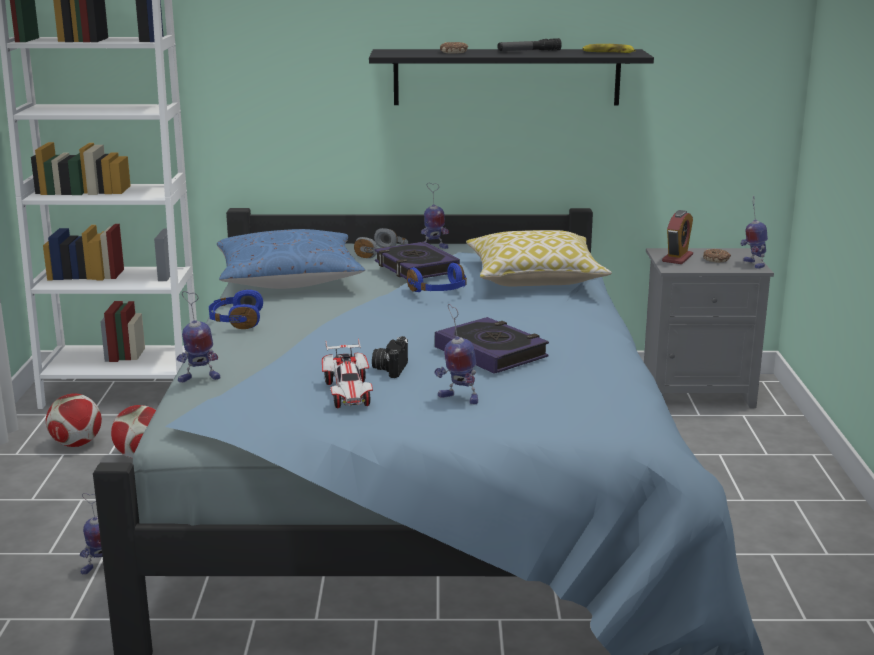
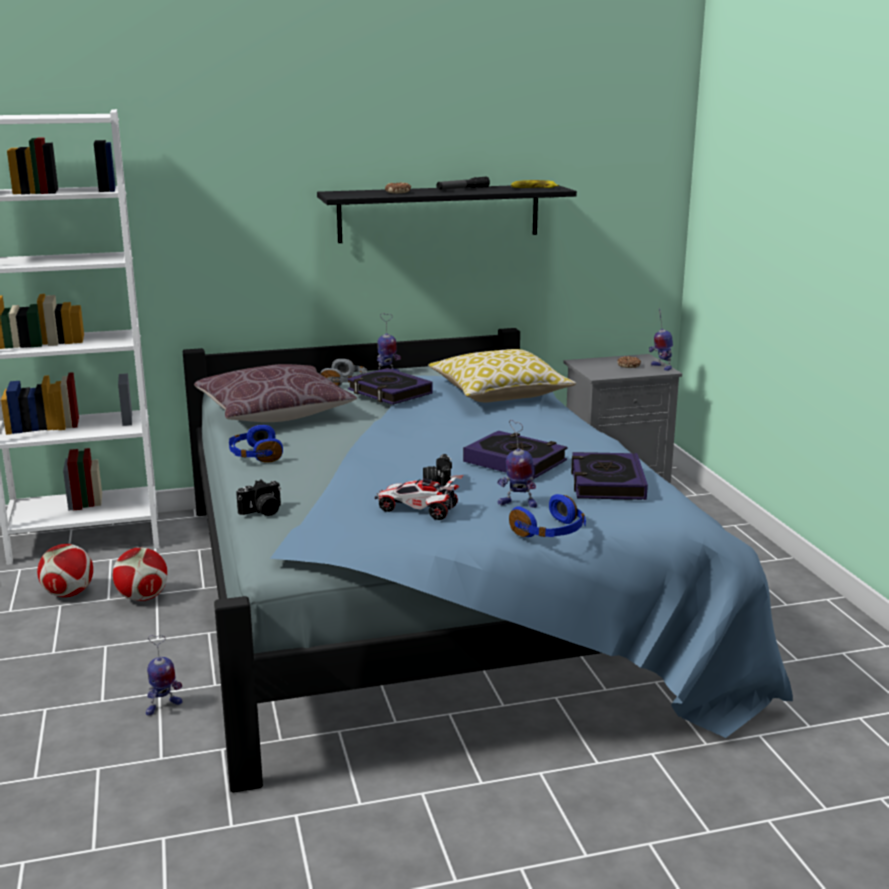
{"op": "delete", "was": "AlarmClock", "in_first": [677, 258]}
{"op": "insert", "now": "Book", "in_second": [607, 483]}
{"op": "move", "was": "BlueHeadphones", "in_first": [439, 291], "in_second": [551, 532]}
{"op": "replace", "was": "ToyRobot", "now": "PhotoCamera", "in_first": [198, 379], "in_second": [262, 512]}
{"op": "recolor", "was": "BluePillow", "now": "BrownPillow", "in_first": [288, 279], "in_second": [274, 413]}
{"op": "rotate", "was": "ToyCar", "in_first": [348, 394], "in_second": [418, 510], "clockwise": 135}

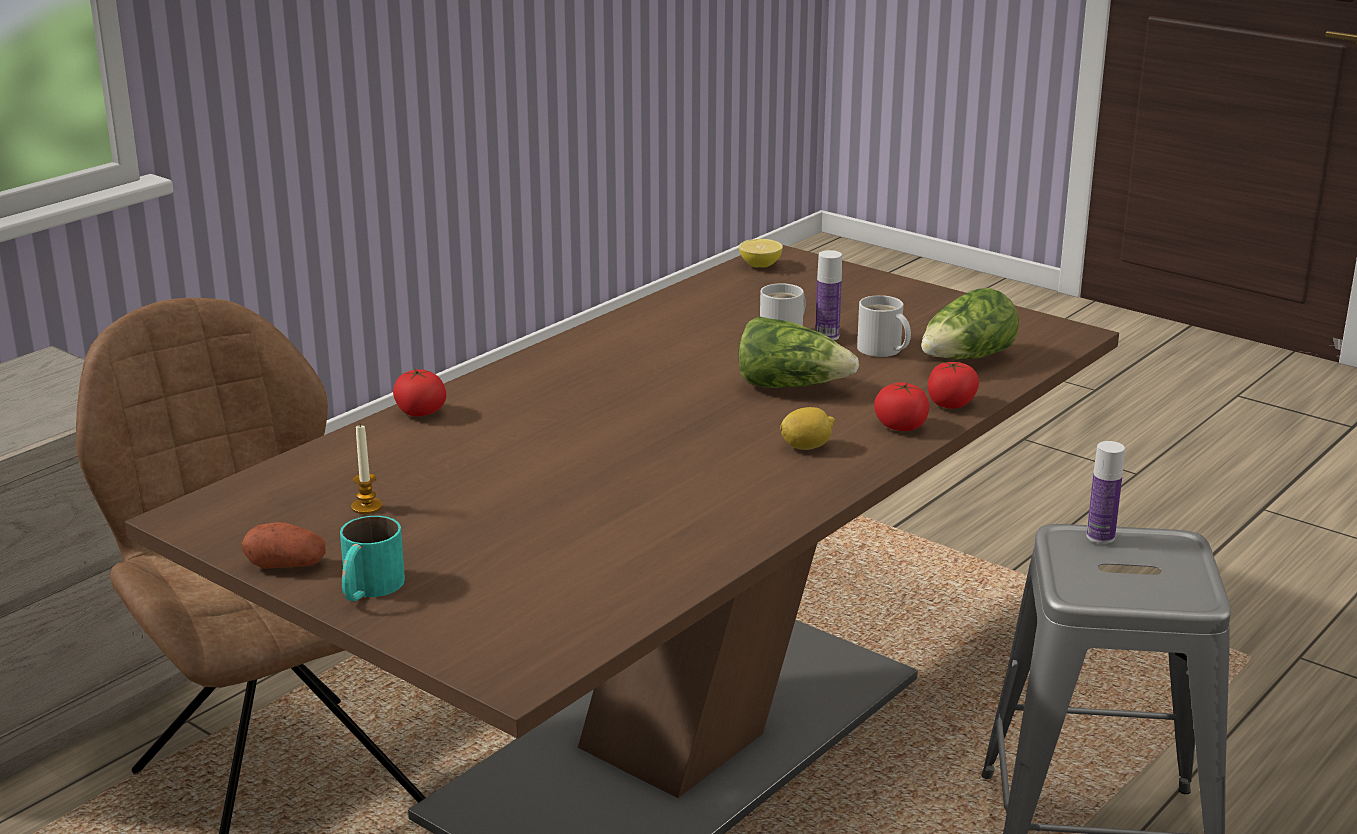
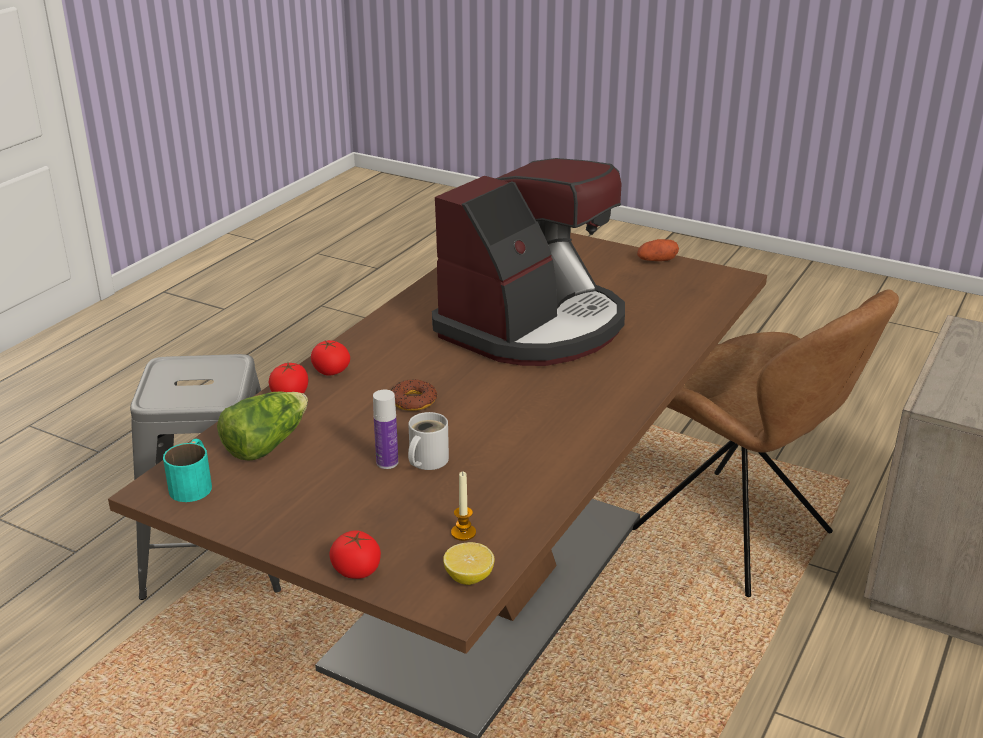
{"op": "delete", "was": "Lemon", "in_first": [806, 447]}
{"op": "delete", "was": "WhiteMug", "in_first": [881, 350]}
{"op": "delete", "was": "Bottle", "in_first": [1100, 537]}
{"op": "insert", "now": "CoffeeMachine", "in_second": [534, 326]}
{"op": "move", "was": "TurquoiseMug", "in_first": [367, 589], "in_second": [194, 483]}
{"op": "move", "was": "Candle", "in_first": [367, 507], "in_second": [463, 533]}
{"op": "move", "was": "Tomato", "in_first": [420, 412], "in_second": [357, 570]}
{"op": "replace", "was": "Lettuce", "now": "Donut", "in_first": [791, 386], "in_second": [413, 401]}

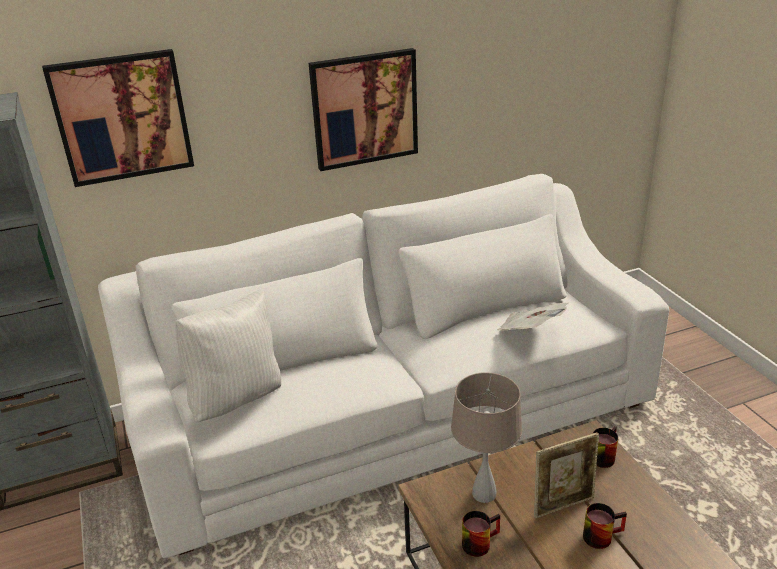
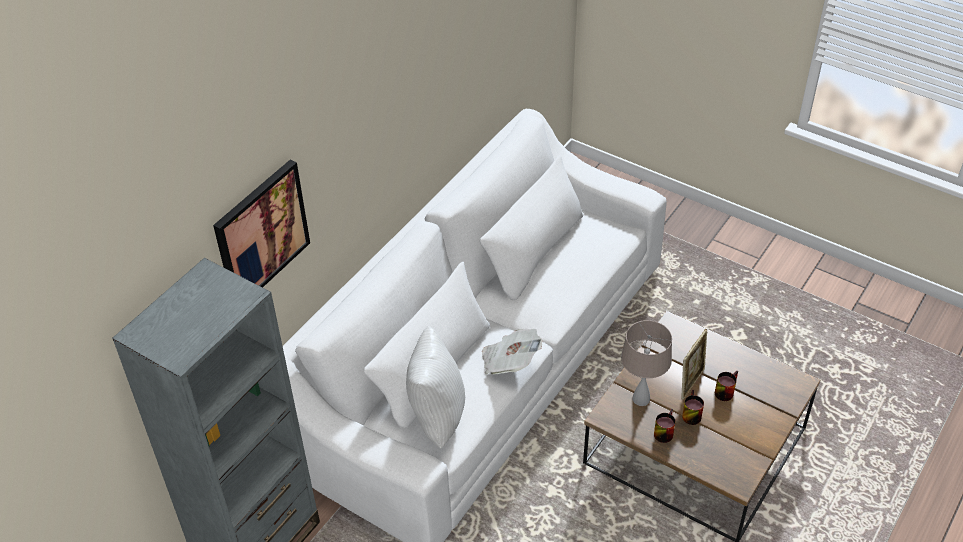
{"op": "delete", "was": "Picture", "in_first": [364, 109]}
{"op": "move", "was": "Newspaper", "in_first": [530, 332], "in_second": [509, 362]}
{"op": "move", "was": "Mug", "in_first": [602, 455], "in_second": [689, 414]}

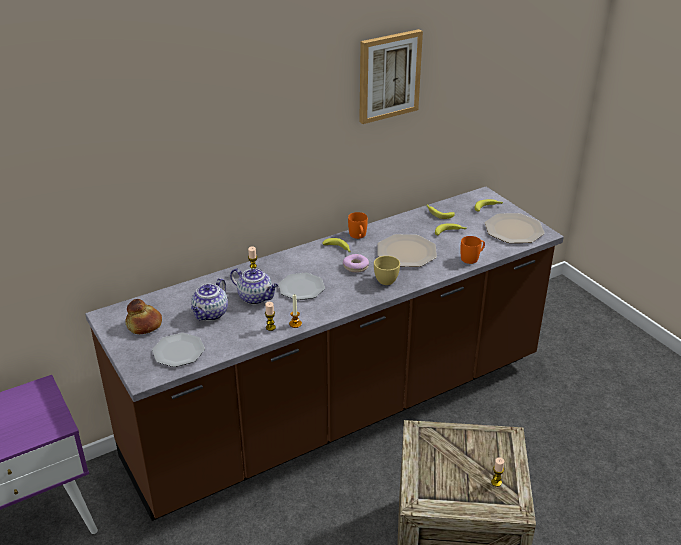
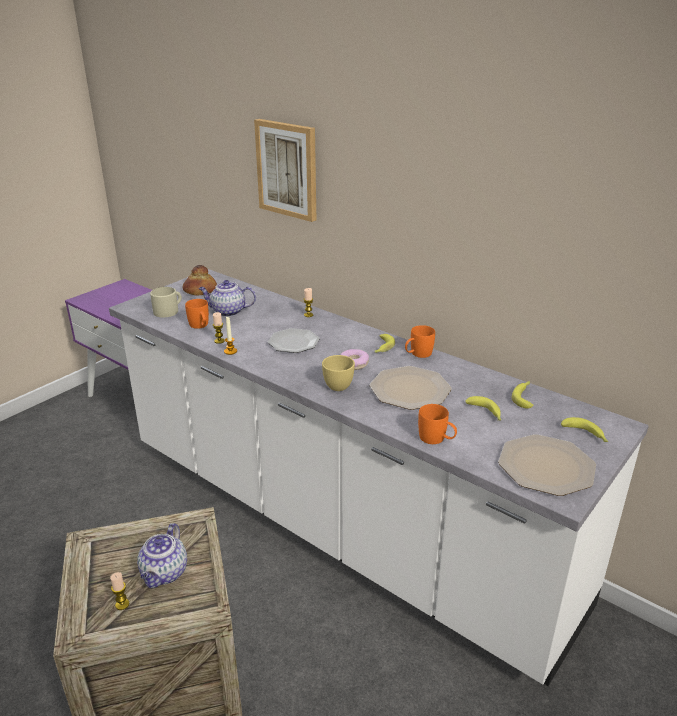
{"op": "insert", "now": "OrangeMug", "in_second": [200, 326]}
{"op": "move", "was": "Teapot", "in_first": [256, 297], "in_second": [164, 574]}
{"op": "move", "was": "Picture", "in_first": [388, 76], "in_second": [287, 169]}
{"op": "replace", "was": "Plate", "now": "BeigeMug", "in_first": [178, 351], "in_second": [168, 311]}
{"op": "recolor", "was": "BrownCounter", "now": "WhiteCounter", "in_first": [340, 410], "in_second": [338, 523]}

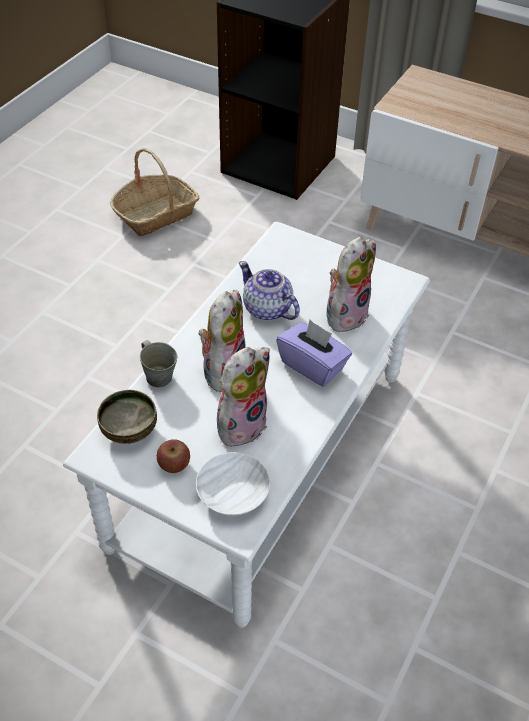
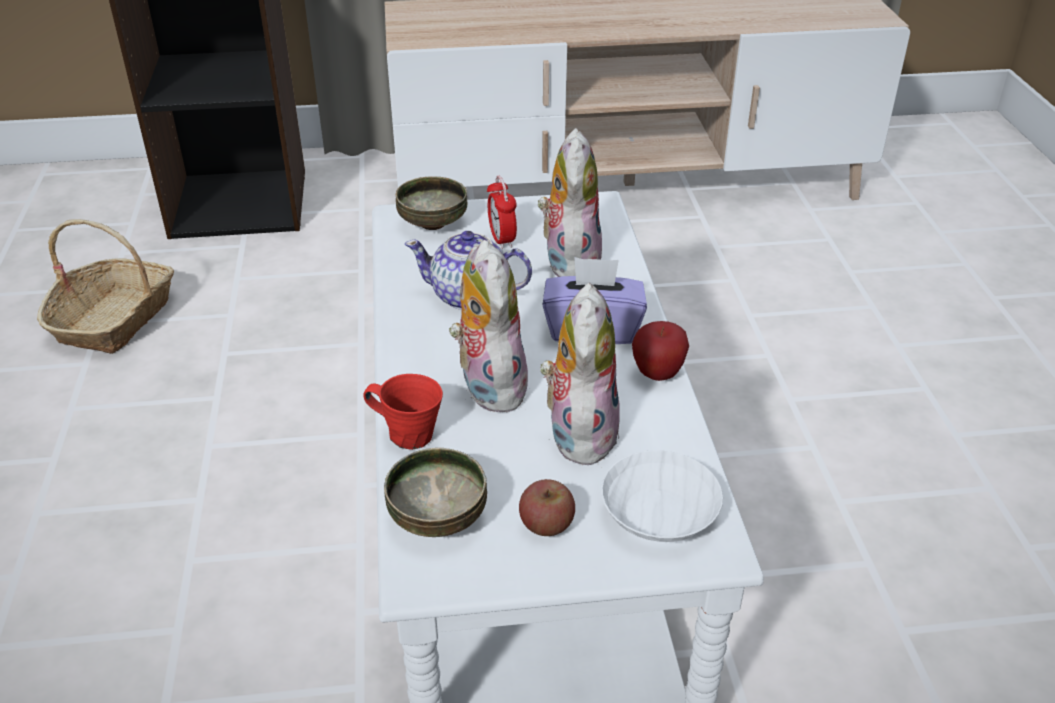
{"op": "insert", "now": "Bowl", "in_second": [432, 224]}
{"op": "insert", "now": "AlarmClock", "in_second": [502, 240]}
{"op": "insert", "now": "Apple", "in_second": [657, 374]}
{"op": "recolor", "was": "GreyMug", "now": "RedMug", "in_first": [158, 376], "in_second": [408, 434]}

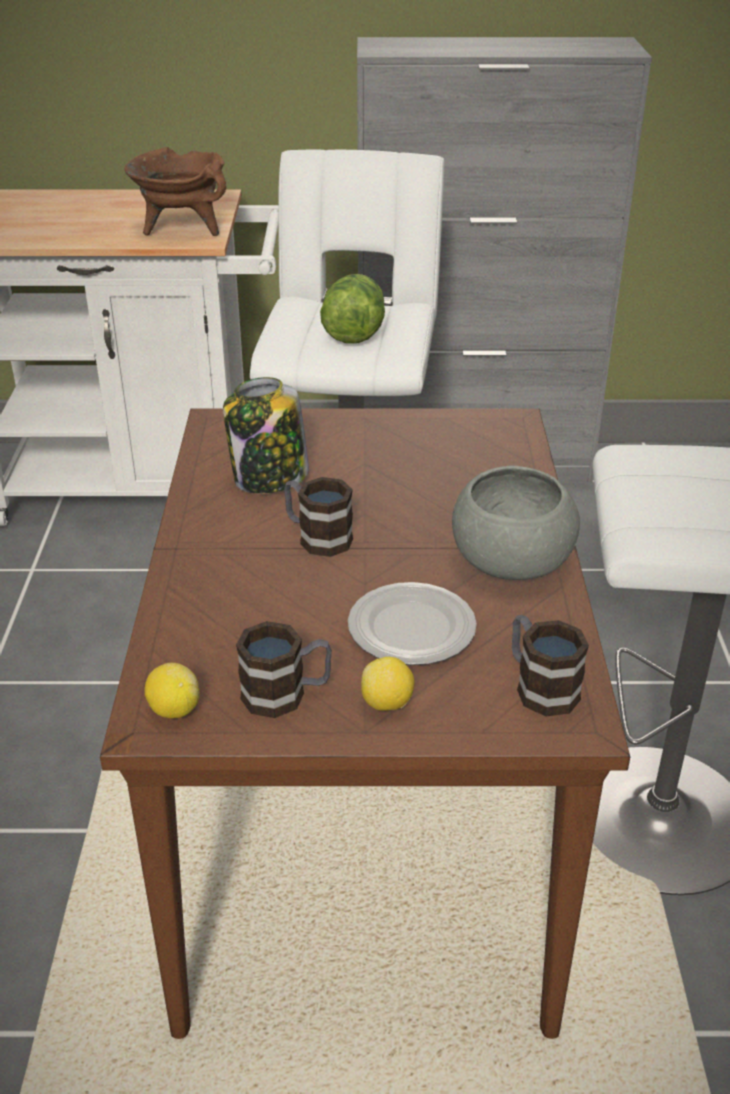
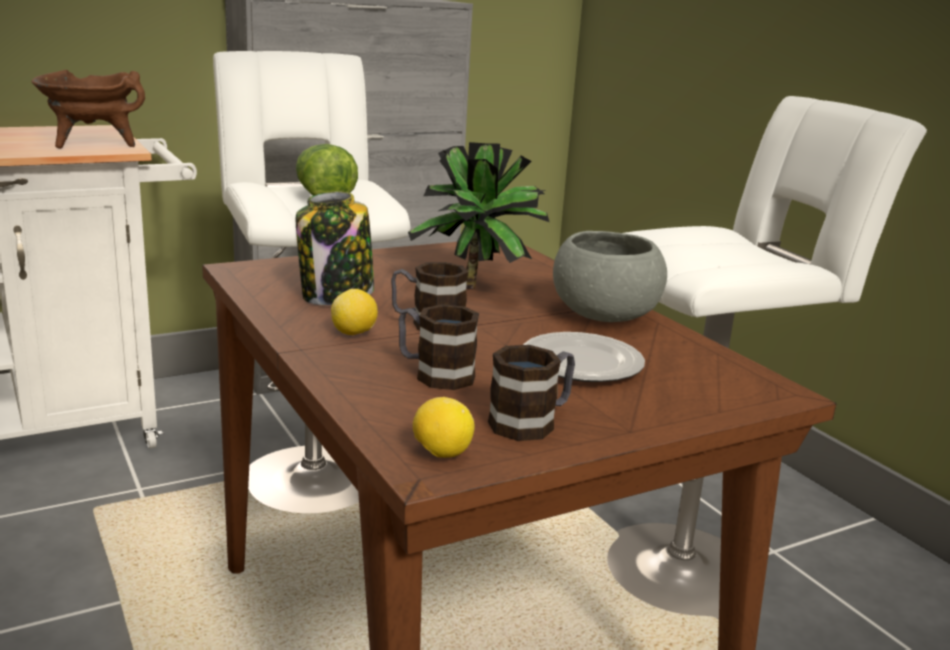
{"op": "insert", "now": "PottedPlant", "in_second": [479, 287]}
{"op": "move", "was": "Lemon", "in_first": [387, 704], "in_second": [354, 333]}
{"op": "move", "was": "Mug", "in_first": [539, 686], "in_second": [434, 374]}

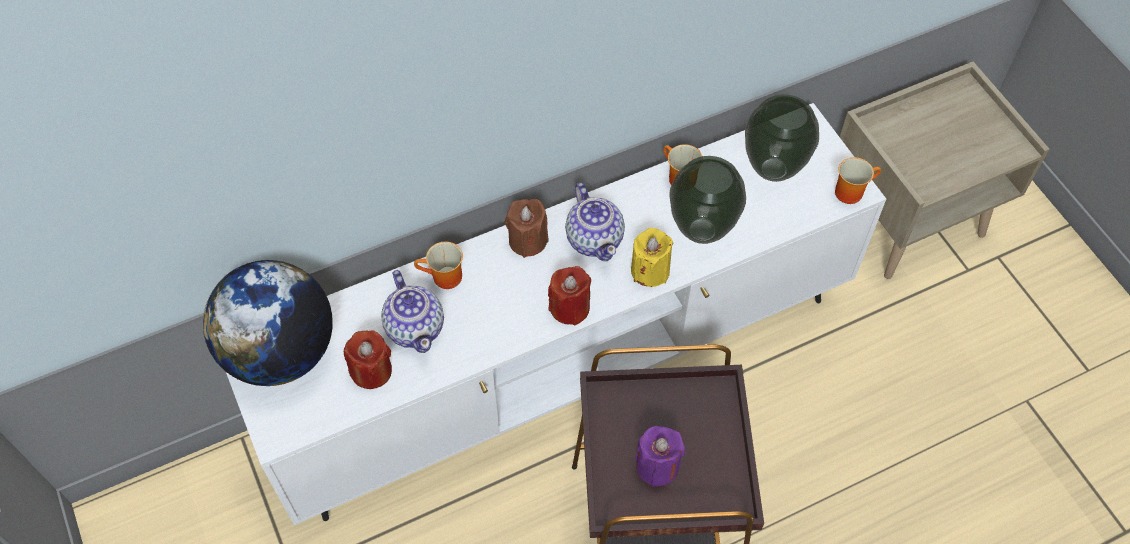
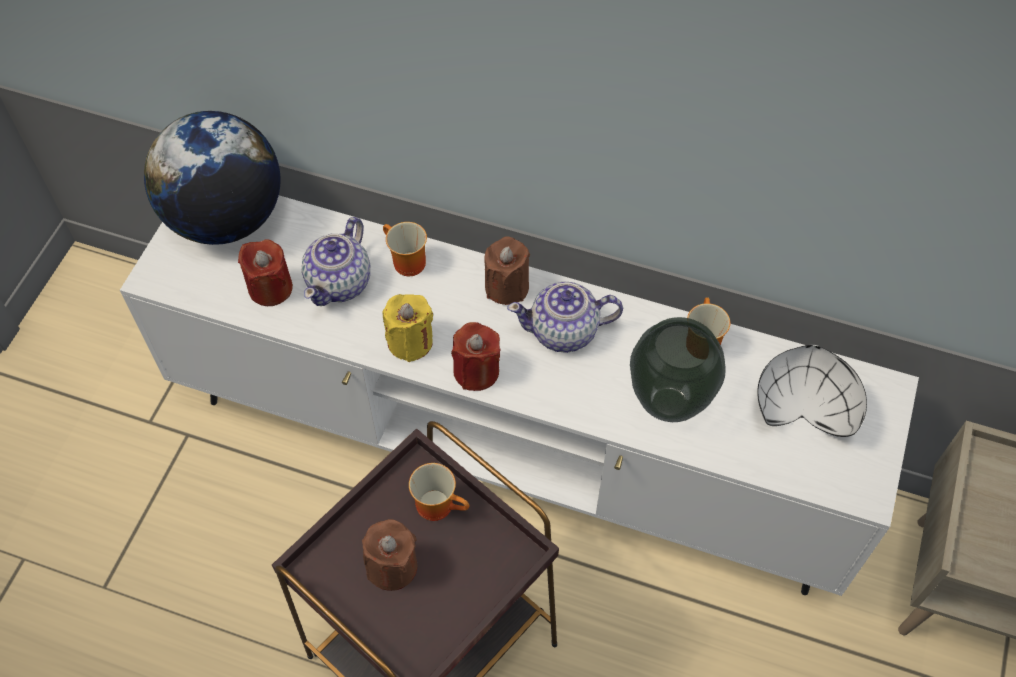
{"op": "move", "was": "YellowCandle", "in_first": [650, 270], "in_second": [410, 341]}
{"op": "move", "was": "Mug", "in_first": [850, 190], "in_second": [440, 503]}
{"op": "replace", "was": "Vase", "now": "WhiteBowl", "in_first": [773, 170], "in_second": [801, 406]}
{"op": "recolor", "was": "PurpleCandle", "now": "BrownCandle", "in_first": [657, 466], "in_second": [392, 566]}
{"op": "rotate", "was": "Teapot", "in_first": [595, 238], "in_second": [564, 331], "clockwise": 60}

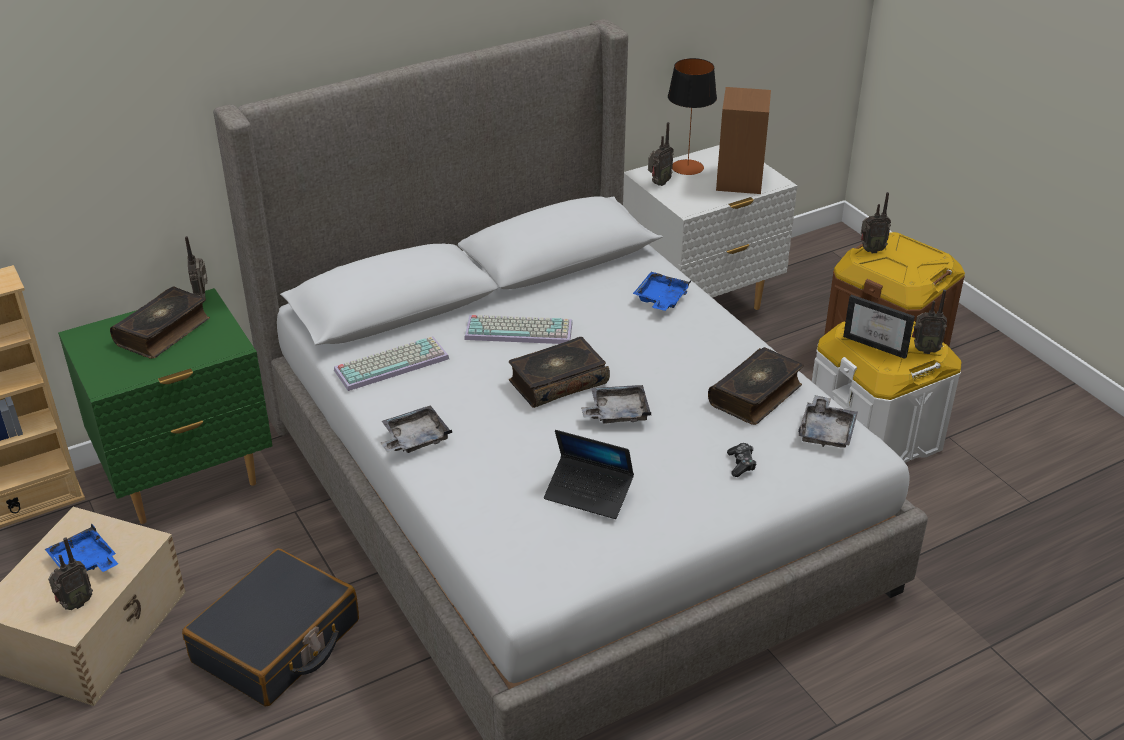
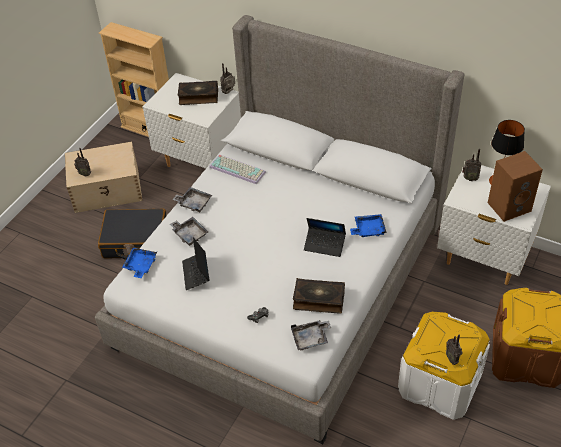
{"op": "delete", "was": "Keyboard", "in_first": [520, 330]}
{"op": "delete", "was": "Book", "in_first": [557, 382]}
{"op": "delete", "was": "PictureFrame", "in_first": [878, 344]}
{"op": "delete", "was": "Radio", "in_first": [870, 250]}
{"op": "insert", "now": "Laptop", "in_second": [324, 245]}
{"op": "move", "was": "BlueTray", "in_first": [85, 562], "in_second": [140, 265]}
{"op": "move", "was": "GreyTray", "in_first": [617, 412], "in_second": [189, 234]}
{"op": "recolor", "was": "GreenNightstand", "now": "WhiteNightstand", "in_first": [187, 479], "in_second": [200, 162]}

